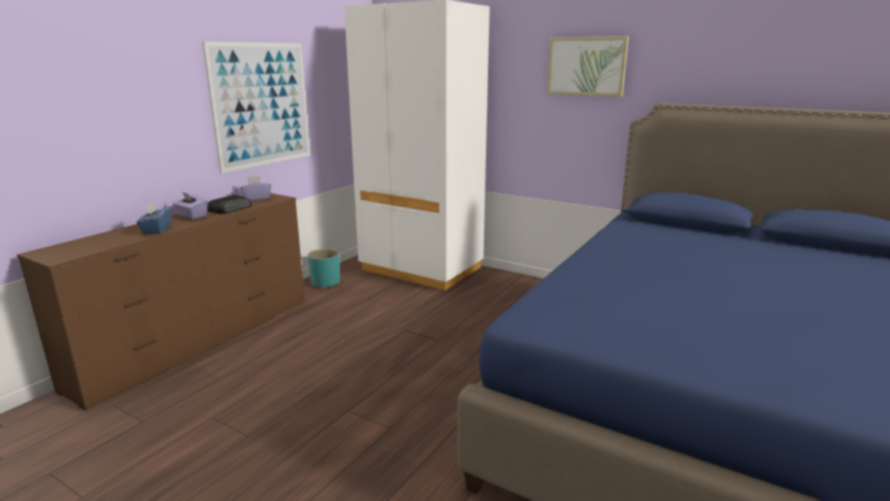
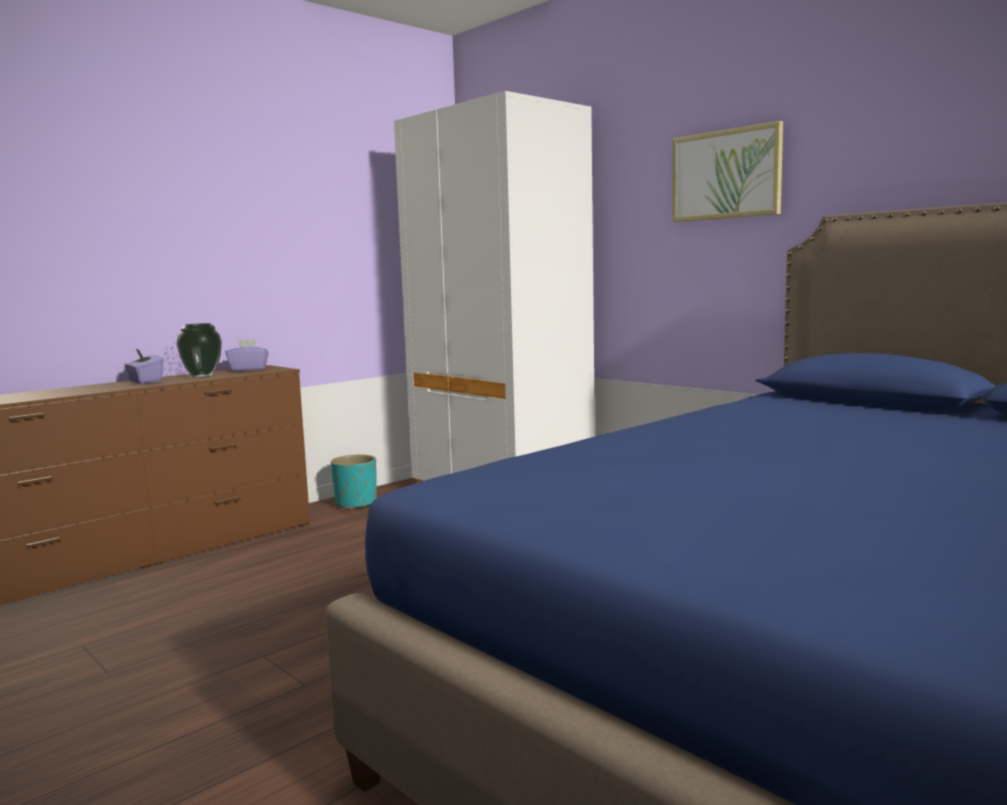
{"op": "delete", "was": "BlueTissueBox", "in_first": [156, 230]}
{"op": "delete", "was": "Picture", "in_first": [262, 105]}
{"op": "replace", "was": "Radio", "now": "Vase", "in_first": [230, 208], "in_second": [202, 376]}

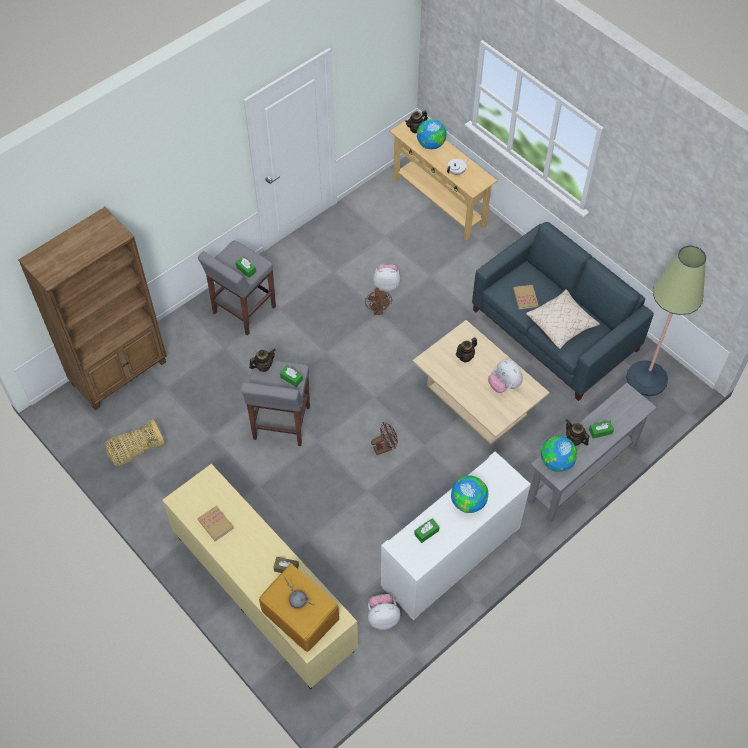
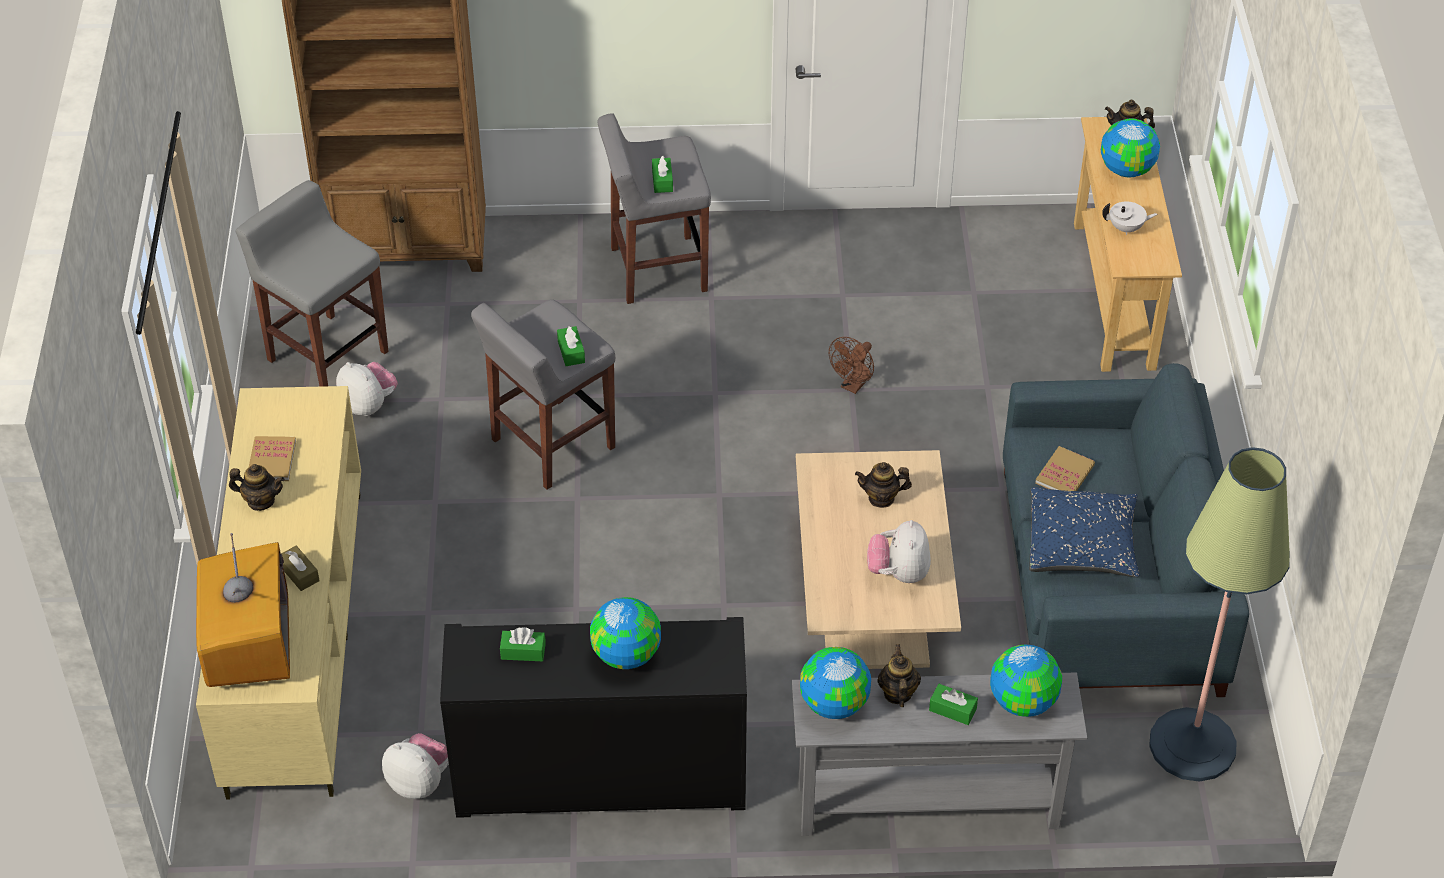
{"op": "delete", "was": "BrownFan", "in_first": [385, 447]}
{"op": "insert", "now": "Globe", "in_second": [1023, 701]}
{"op": "move", "was": "Teapot", "in_first": [263, 366], "in_second": [260, 501]}
{"op": "move", "was": "PlushToy", "in_first": [386, 285], "in_second": [369, 405]}
{"op": "replace", "was": "Basket", "now": "GreyStool", "in_first": [136, 450], "in_second": [326, 355]}
{"op": "recolor", "was": "WhiteCabinet", "now": "BlackCabinet", "in_first": [451, 557], "in_second": [601, 775]}
{"op": "recolor", "was": "BeigePillow", "now": "BluePillow", "in_first": [561, 325], "in_second": [1081, 546]}

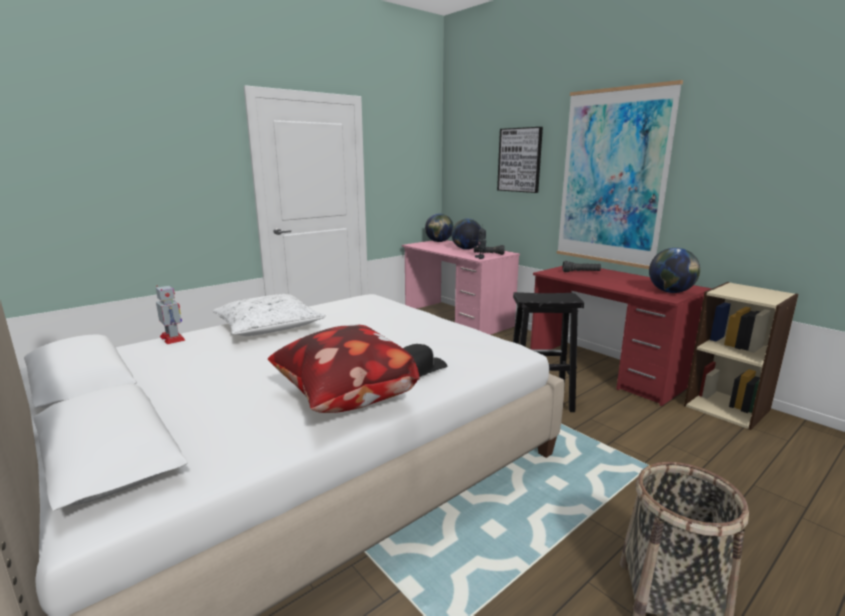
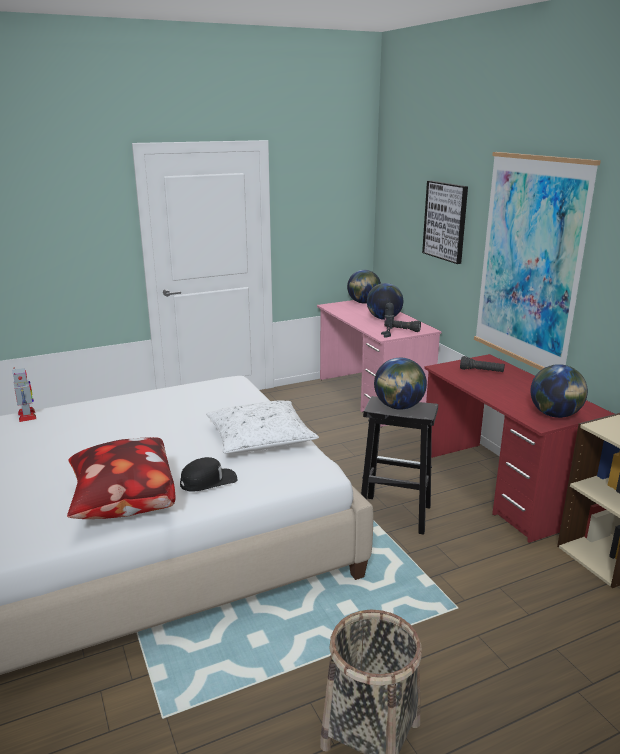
{"op": "insert", "now": "Globe", "in_second": [398, 407]}
{"op": "move", "was": "WhitePillow", "in_first": [268, 326], "in_second": [260, 438]}

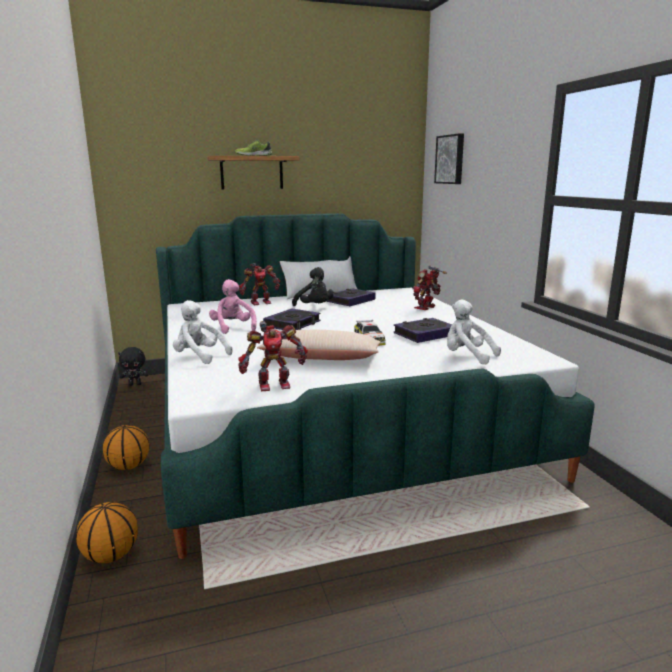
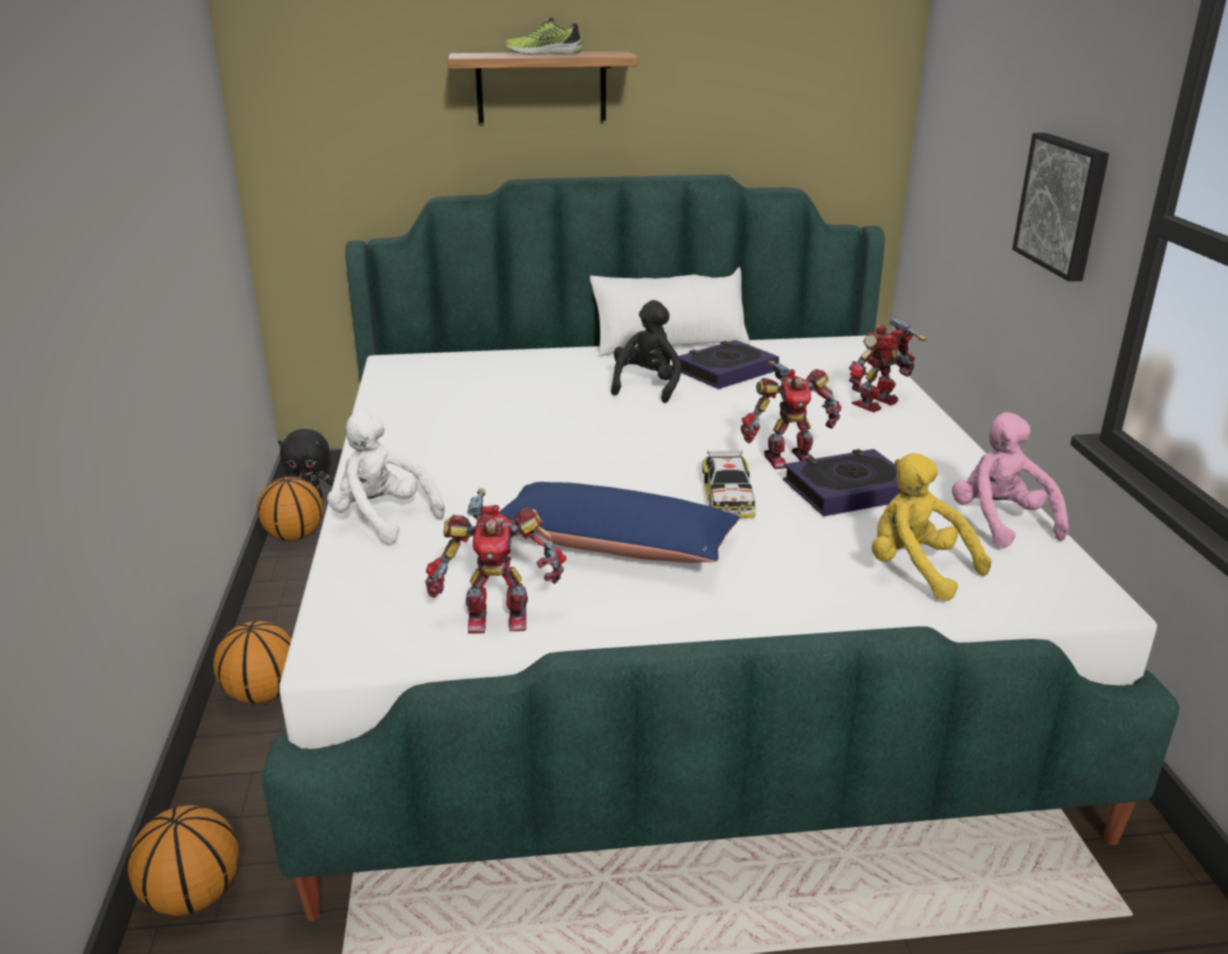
{"op": "delete", "was": "Book", "in_first": [292, 324]}
{"op": "insert", "now": "Basketball", "in_second": [295, 536]}
{"op": "move", "was": "PinkPlushToy", "in_first": [233, 328], "in_second": [1000, 522]}
{"op": "move", "was": "ToyRobot", "in_first": [260, 302], "in_second": [787, 458]}
{"op": "move", "was": "Picture", "in_first": [451, 159], "in_second": [1064, 205]}
{"op": "recolor", "was": "BeigePillow", "now": "BluePillow", "in_first": [321, 358], "in_second": [613, 545]}
{"op": "recolor", "was": "WhitePlushToy", "now": "YellowPlushToy", "in_first": [467, 356], "in_second": [916, 569]}
{"op": "rotate", "was": "BlackPlushToy", "in_first": [315, 307], "in_second": [647, 386], "clockwise": -135}

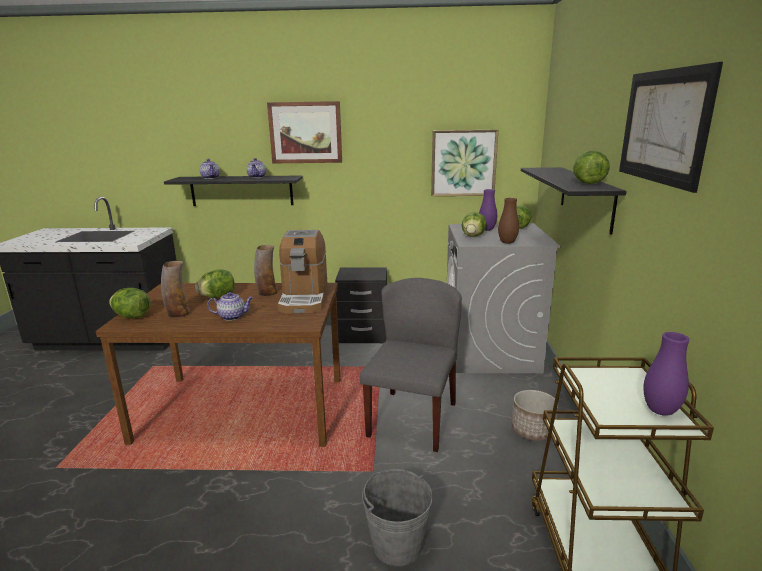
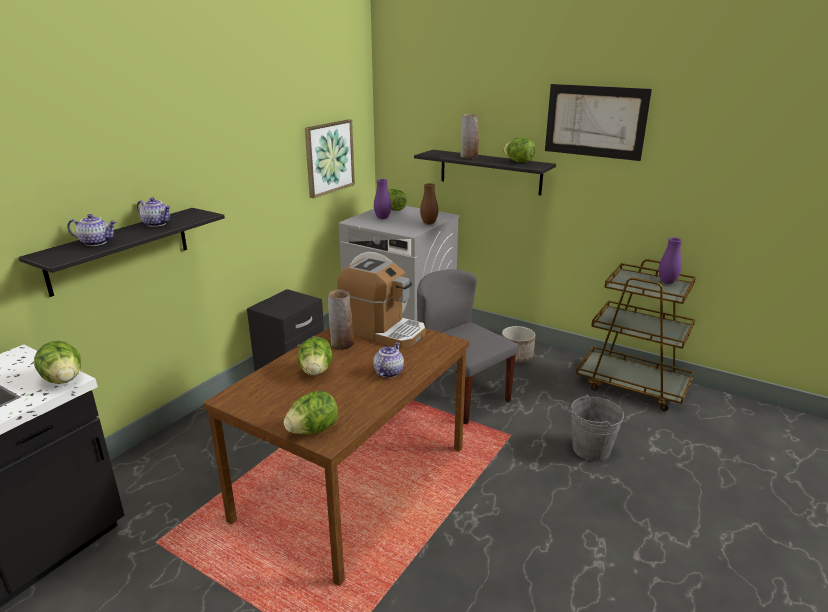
{"op": "delete", "was": "Picture", "in_first": [305, 132]}
{"op": "move", "was": "Vase", "in_first": [178, 313], "in_second": [468, 157]}
{"op": "move", "was": "Lettuce", "in_first": [473, 236], "in_second": [63, 380]}

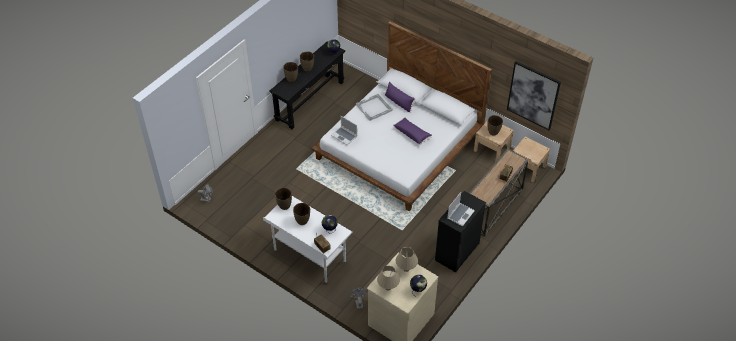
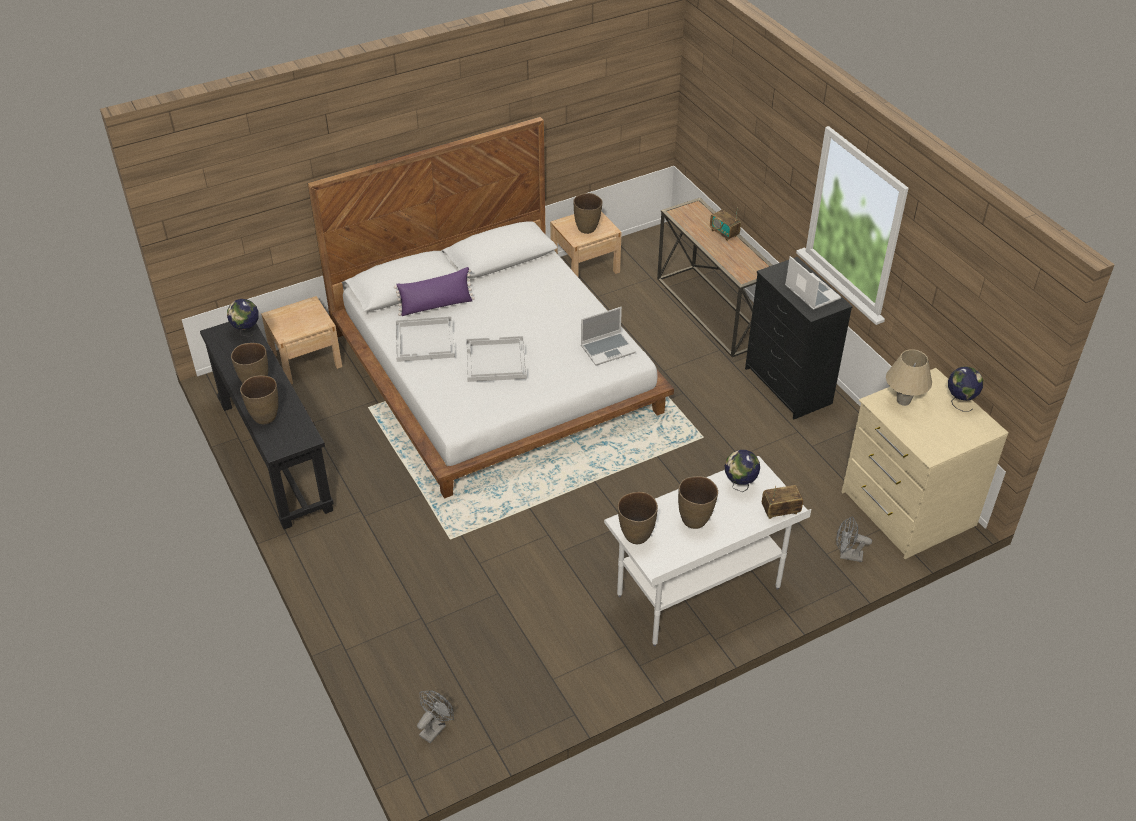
{"op": "delete", "was": "BeigeTableLamp", "in_first": [388, 287]}
{"op": "delete", "was": "PurplePillow", "in_first": [412, 134]}
{"op": "delete", "was": "Picture", "in_first": [533, 95]}
{"op": "insert", "now": "WhiteTray", "in_second": [495, 361]}
{"op": "move", "was": "Laptop", "in_first": [344, 136], "in_second": [608, 349]}
{"op": "move", "was": "BeigeNightstand", "in_first": [527, 168], "in_second": [306, 360]}

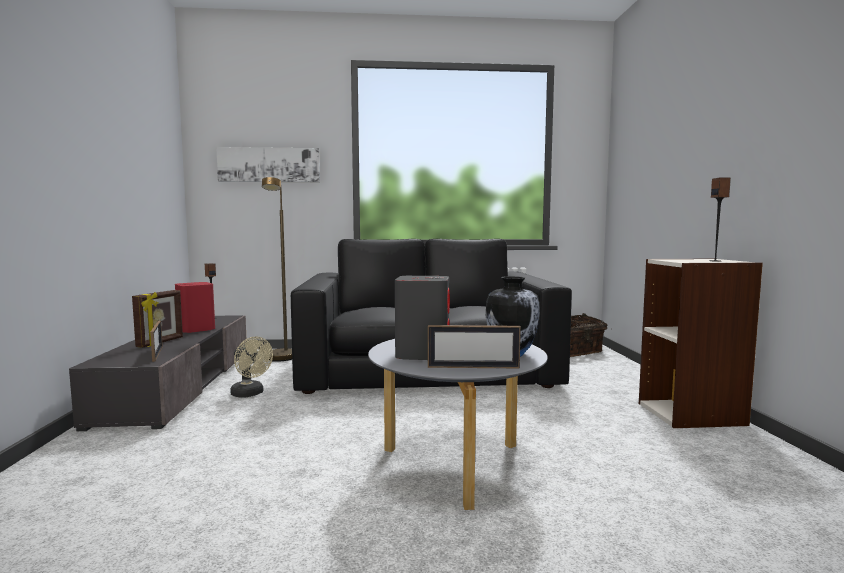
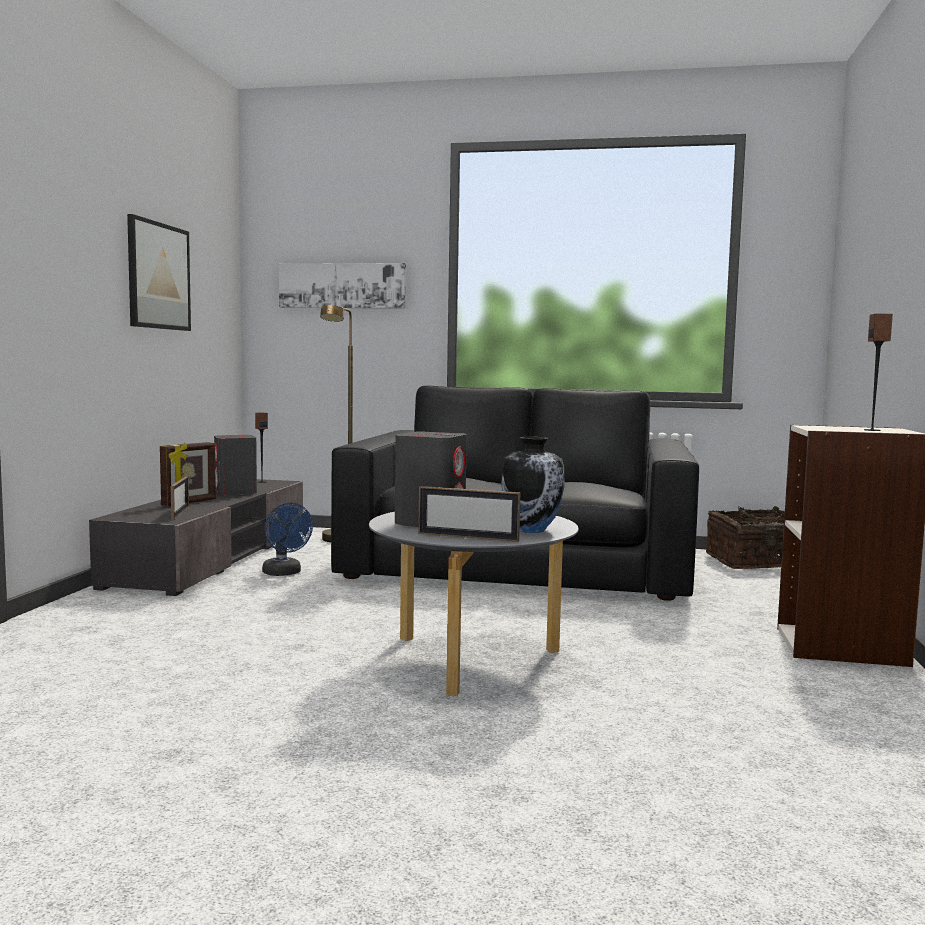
{"op": "insert", "now": "Picture", "in_second": [158, 276]}
{"op": "recolor", "was": "RedSpeaker", "now": "GreySpeaker", "in_first": [196, 329], "in_second": [235, 492]}
{"op": "recolor", "was": "BeigeFan", "now": "BlueFan", "in_first": [250, 394], "in_second": [284, 573]}

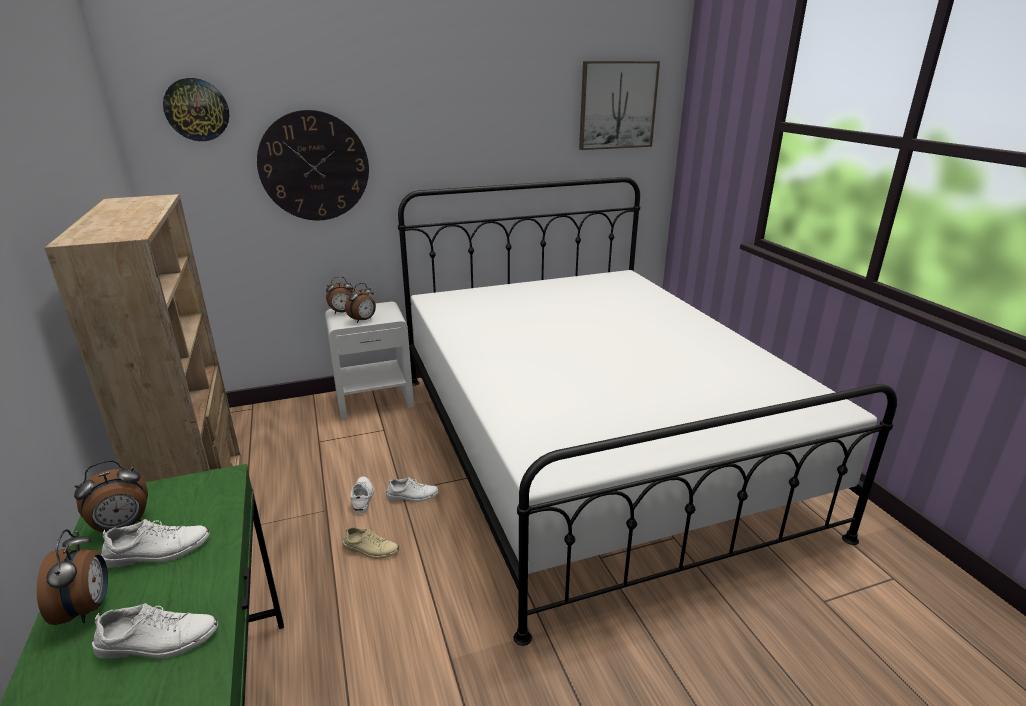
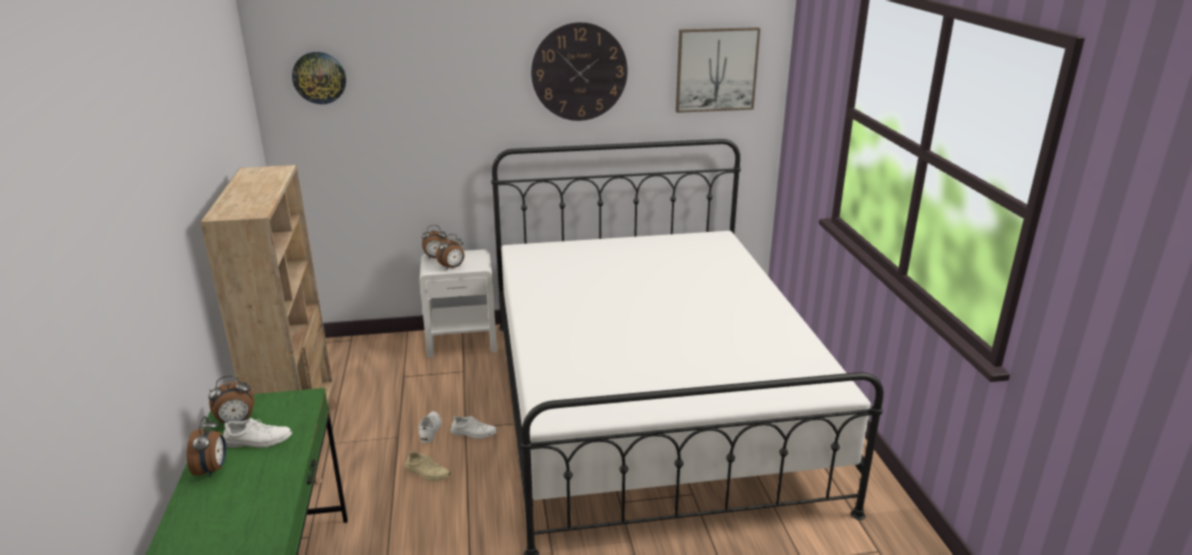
{"op": "delete", "was": "WhiteShoe", "in_first": [158, 641]}
{"op": "move", "was": "WallClock", "in_first": [314, 166], "in_second": [579, 72]}

